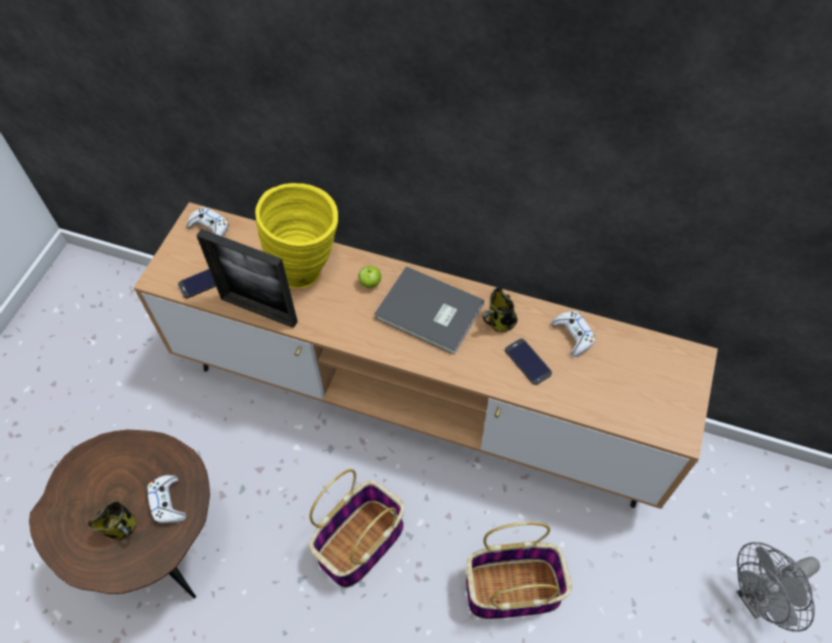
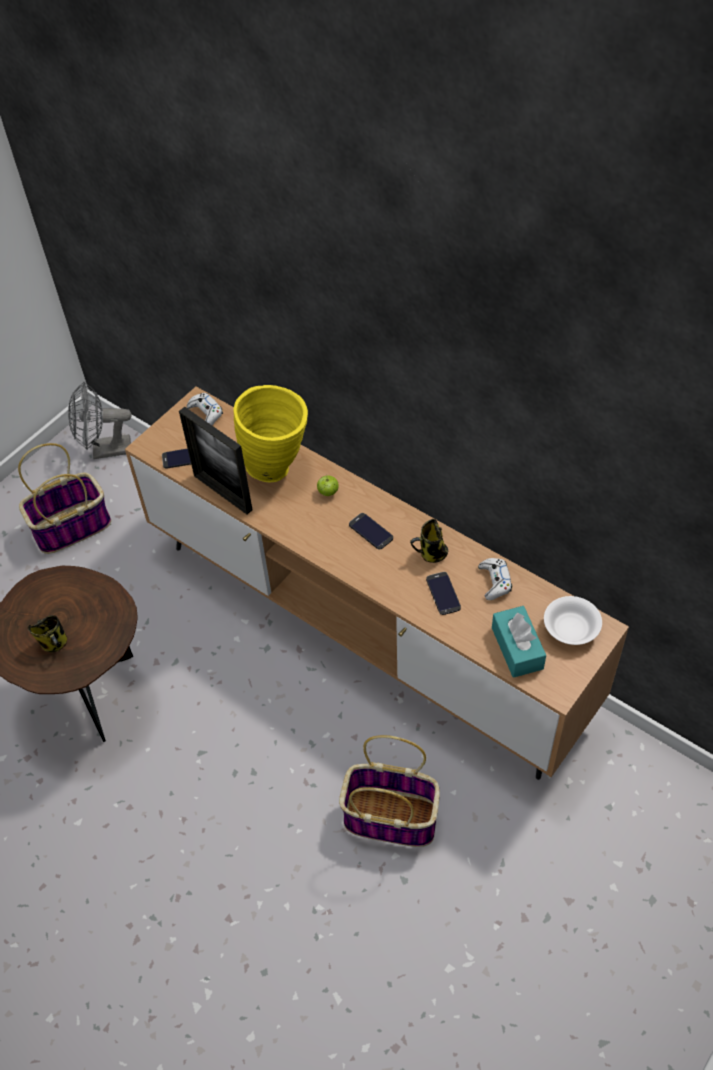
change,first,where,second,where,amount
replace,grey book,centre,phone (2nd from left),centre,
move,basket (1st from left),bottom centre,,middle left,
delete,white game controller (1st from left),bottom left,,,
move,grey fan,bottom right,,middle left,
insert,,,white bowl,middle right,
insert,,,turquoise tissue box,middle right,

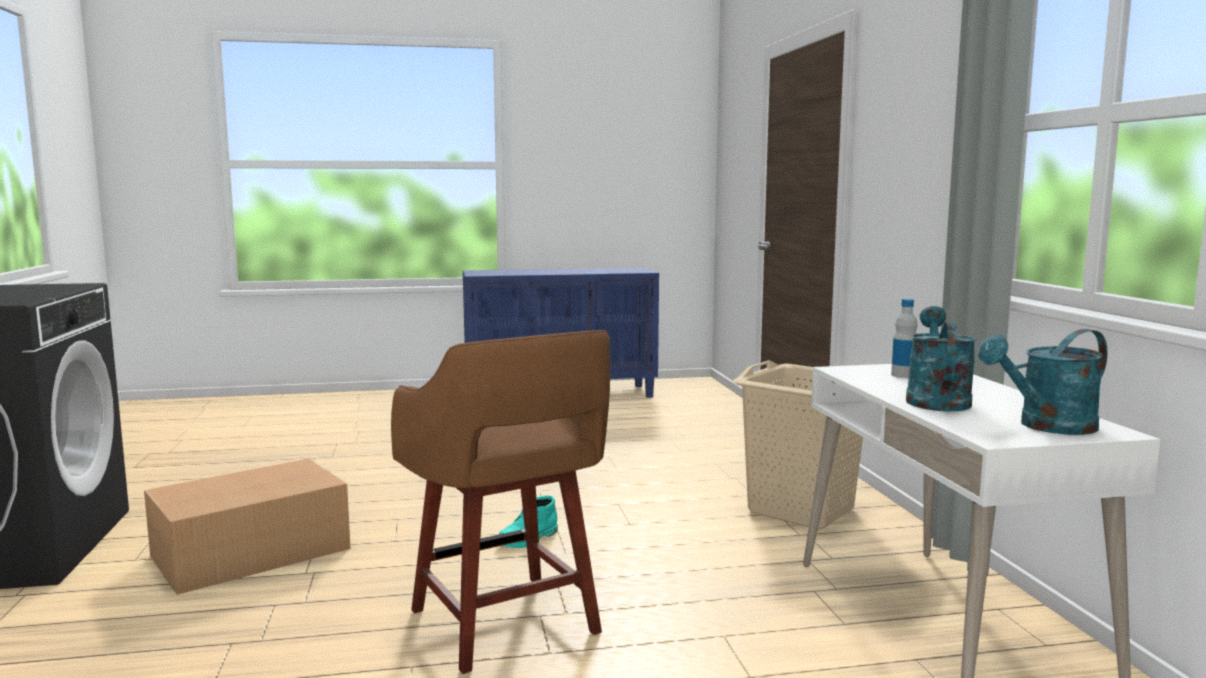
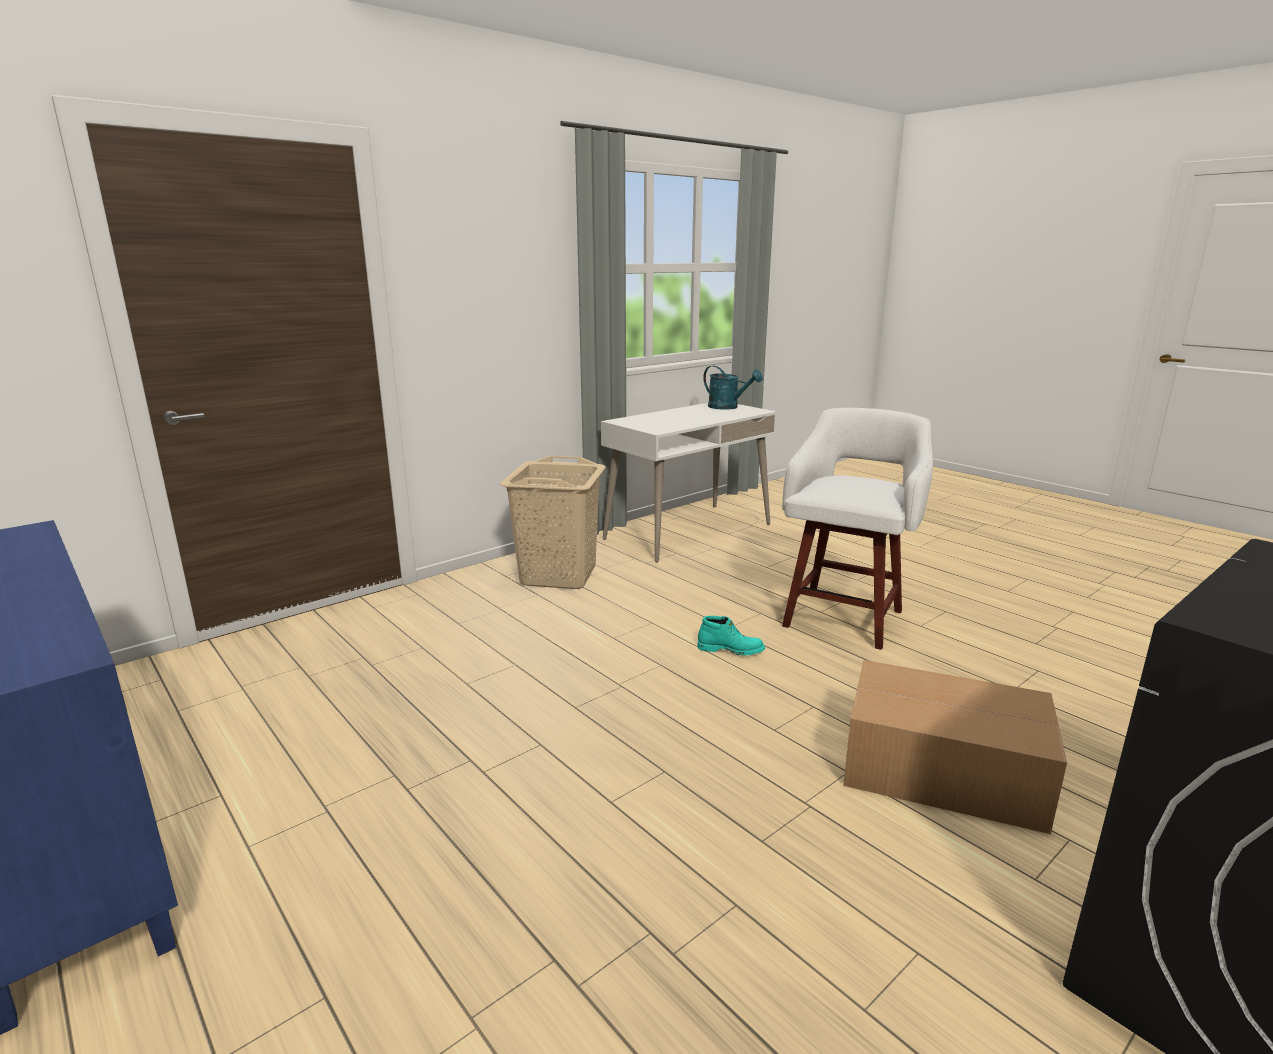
change,first,where,second,where,amount
delete,bottle,middle right,,,
delete,turquoise watering can (1st from left),middle right,,,
recolor,brown stool,bottom centre,white stool,middle right,

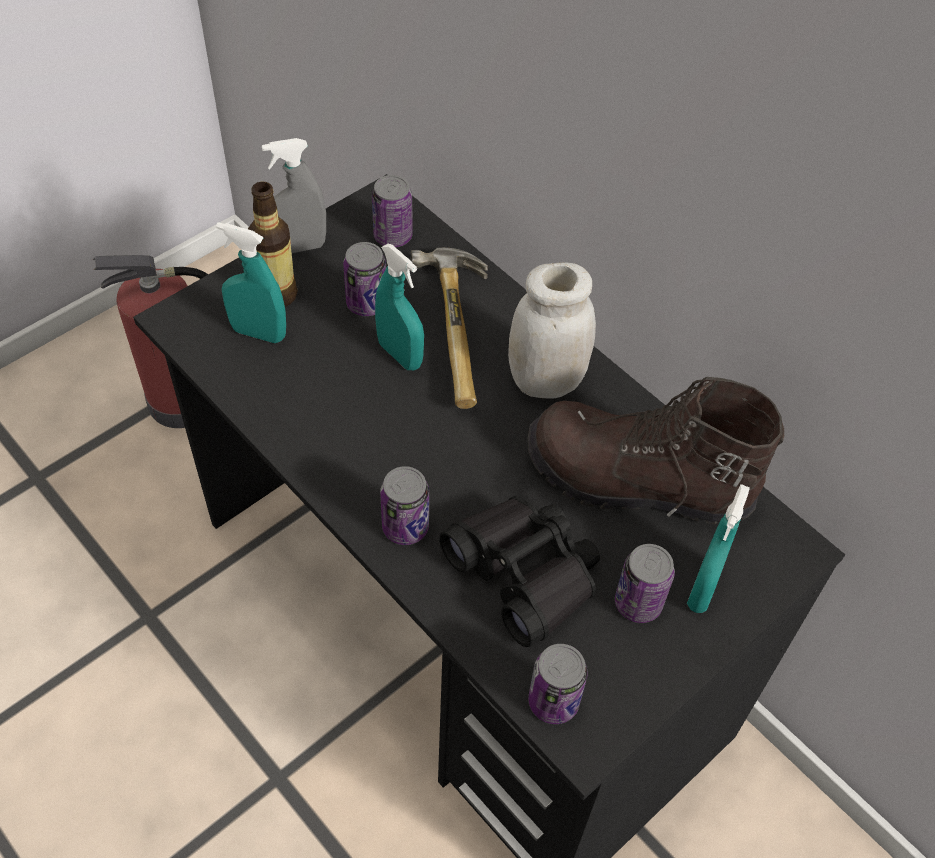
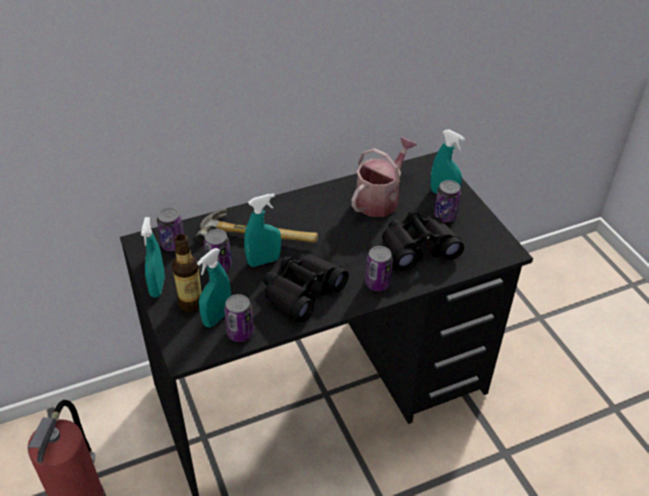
change,first,where,second,where,amount
recolor,grey spray bottle,top left,turquoise spray bottle (1st from left),middle left,
delete,white jar,centre,,,
replace,brown boot,middle right,watering can,centre,
move,can (4th from left in the first image),bottom centre,can (3rd from left),centre,
insert,,,black binoculars (1st from left),centre,

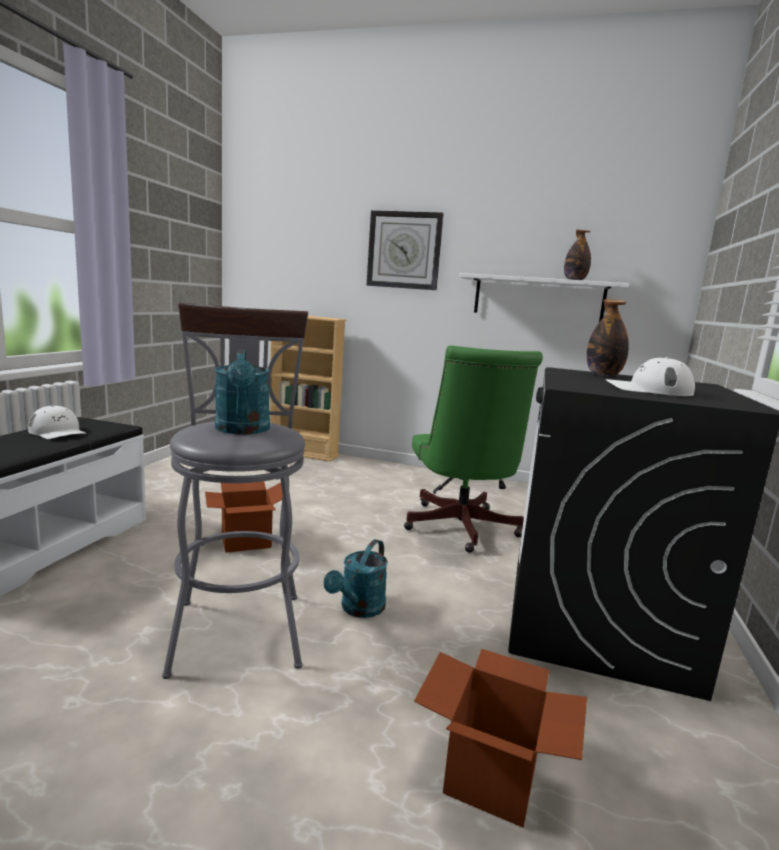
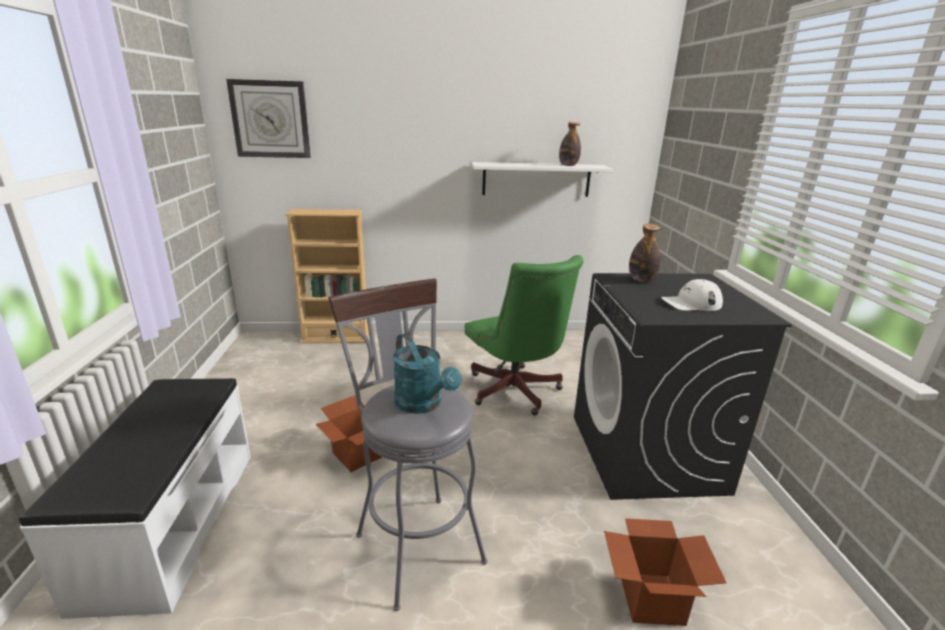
change,first,where,second,where,amount
move,wall clock,top centre,,top left,
delete,white cap (1st from left),middle left,,,
delete,turquoise watering can (2nd from left),bottom centre,,,

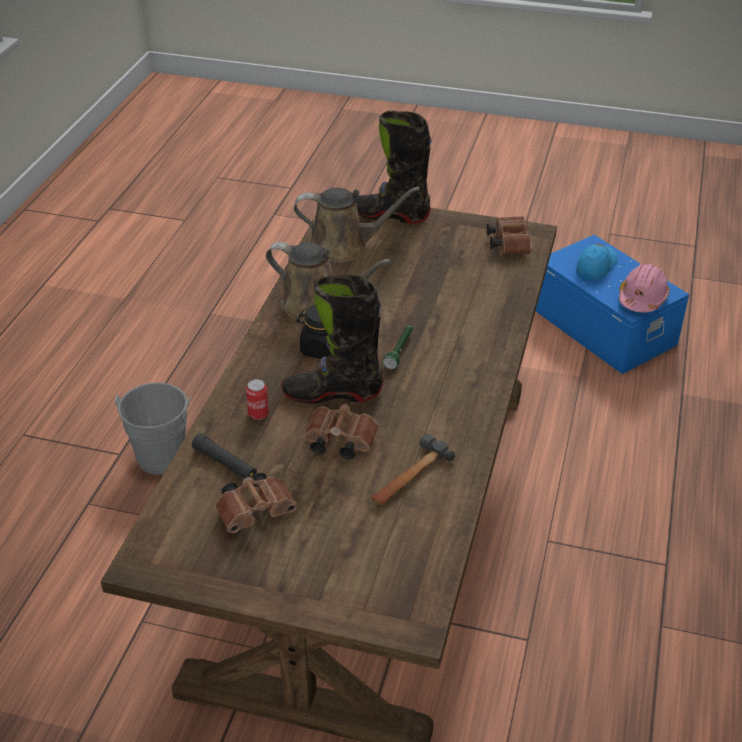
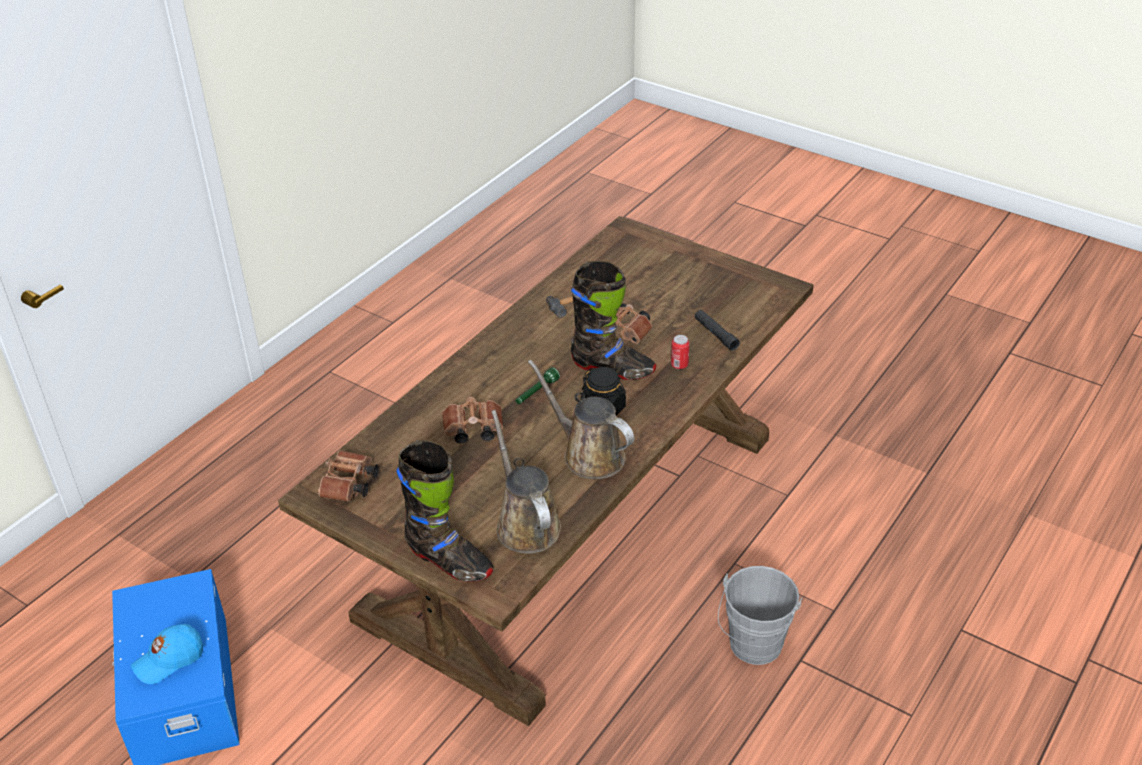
change,first,where,second,where,amount
rotate,brown watering can (2nd from left in the first image),top centre,brown watering can (1st from left),centre,45 degrees clockwise
delete,pink hard hat,middle right,,,
move,brown binoculars (1st from left in the first image),bottom centre,brown binoculars (2nd from left),centre,

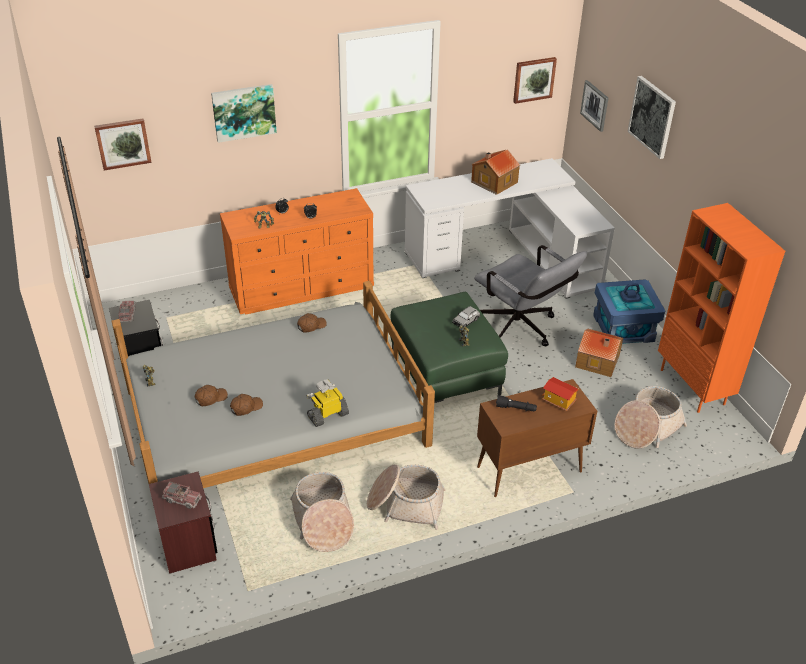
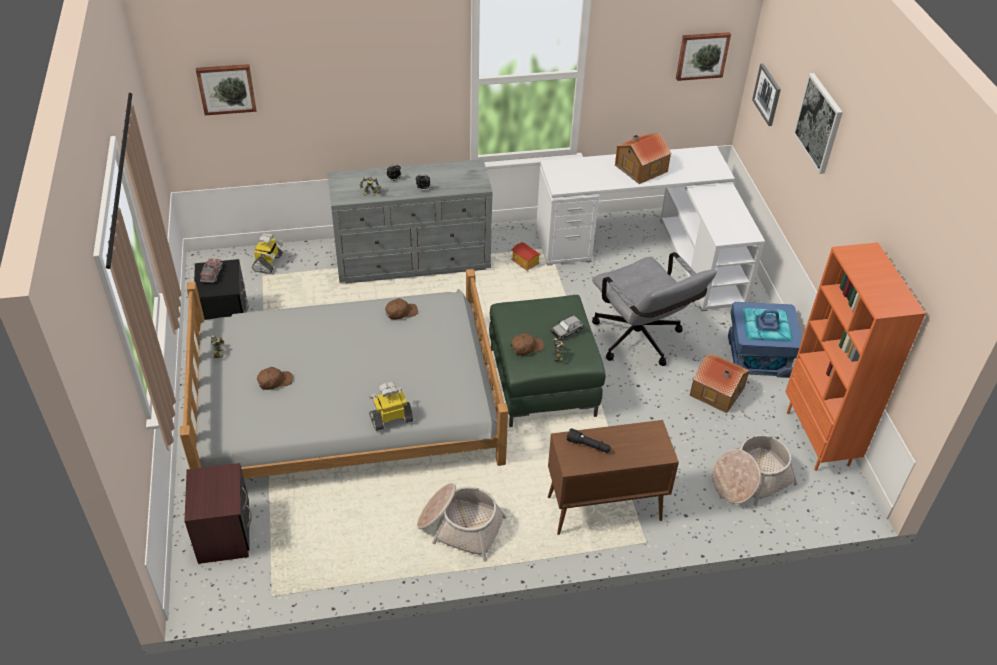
change,first,where,second,where,amount
delete,picture (2nd from left),top left,,,
recolor,orange dresser,centre,grey dresser,top centre,
move,toy house (2nd from left in the first image),middle right,toy house (1st from left),centre,
move,brown cap (2nd from left in the first image),middle left,brown cap (3rd from left),centre,
delete,basket (1st from left),bottom centre,,,
delete,toy truck (2nd from left),bottom left,,,
insert,,,toy robot (2nd from left),middle left,

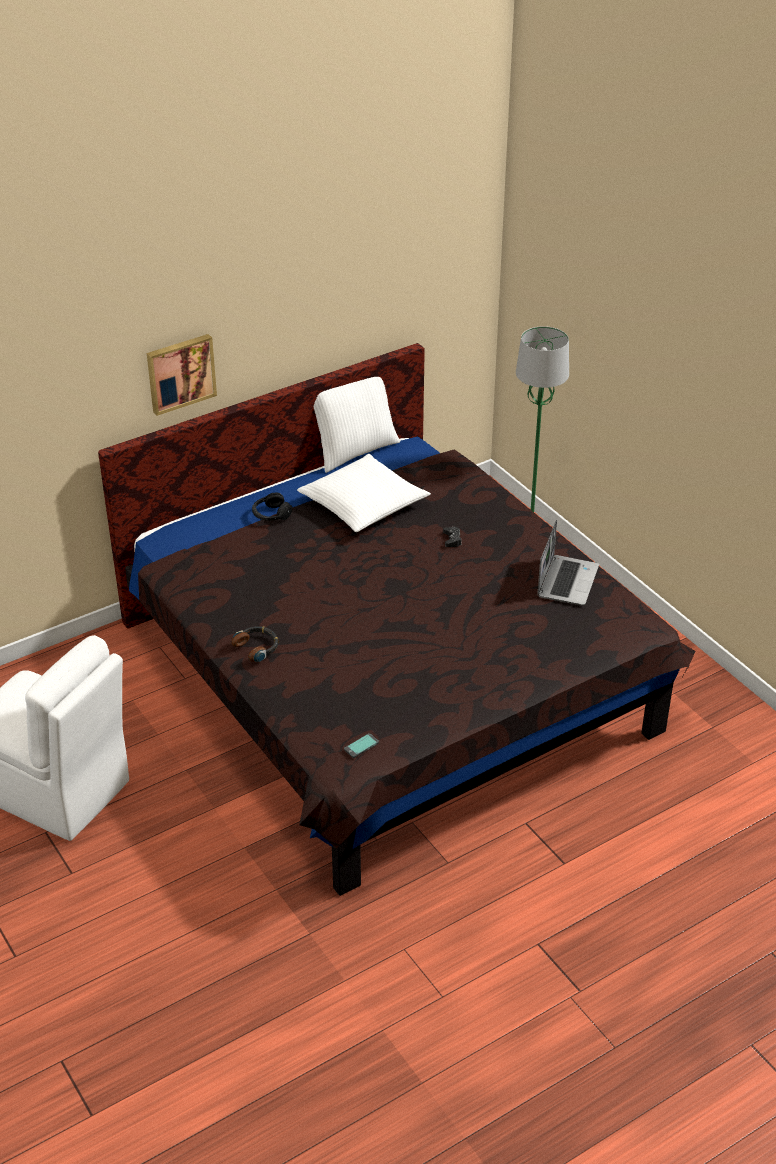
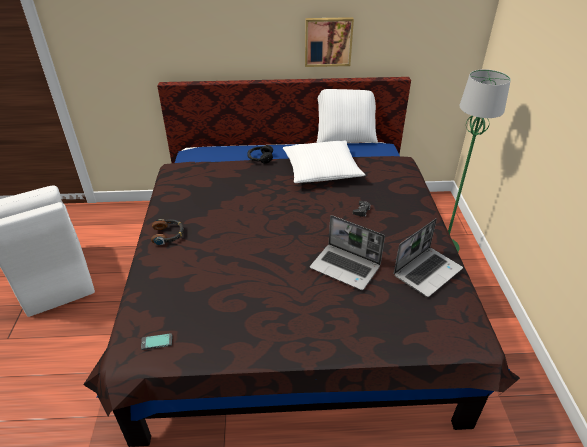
change,first,where,second,where,amount
move,picture,top left,,top centre,
insert,,,laptop (1st from left),centre,

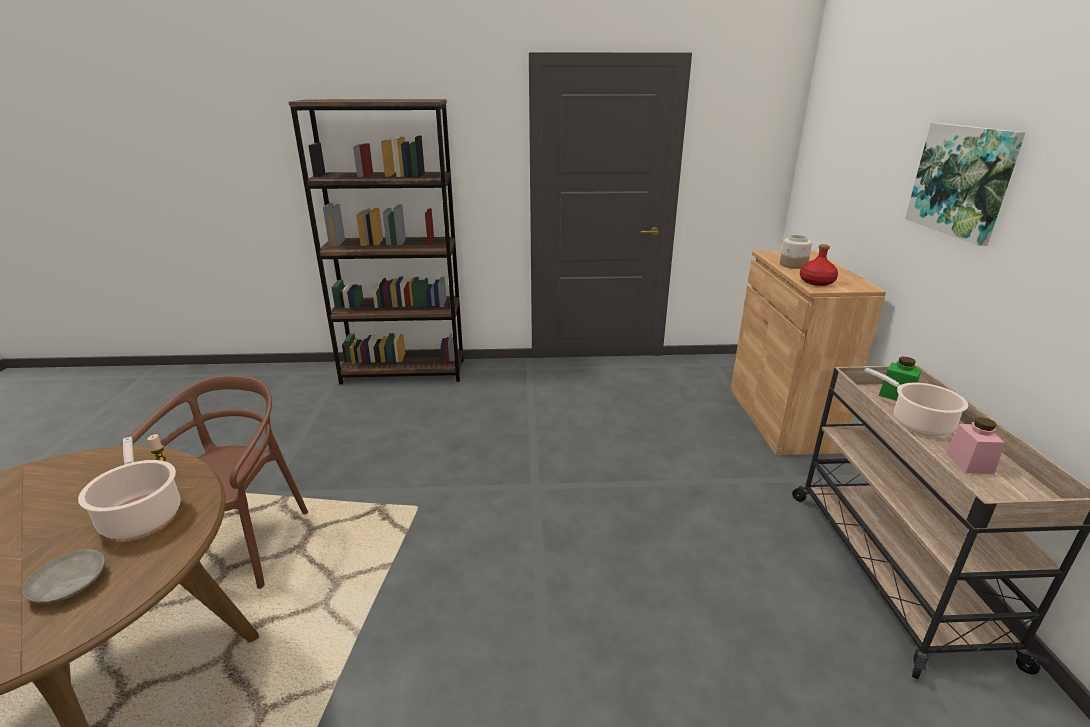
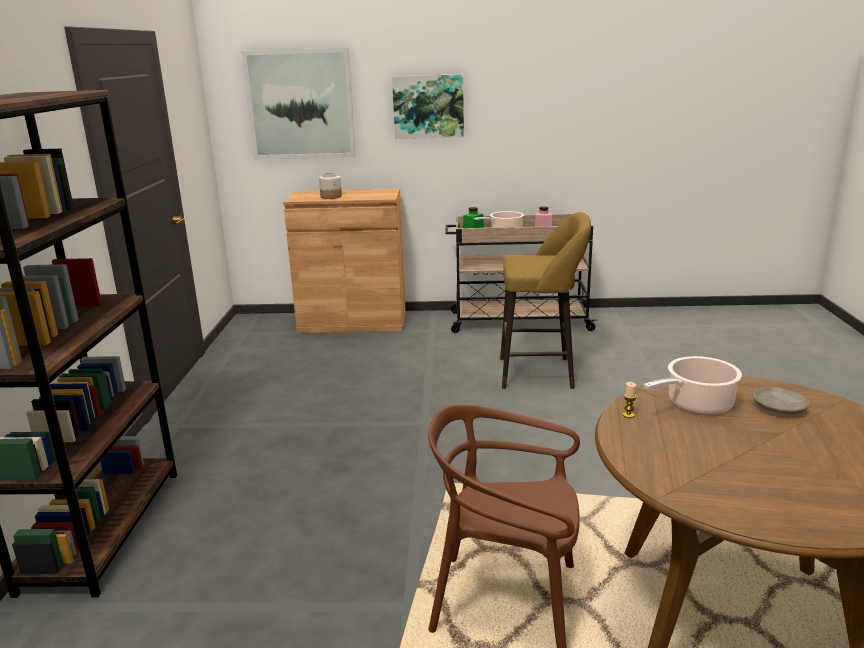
change,first,where,second,where,amount
delete,red bottle,middle right,,,
insert,,,picture (1st from left),top centre,
insert,,,yellow stool,centre,

